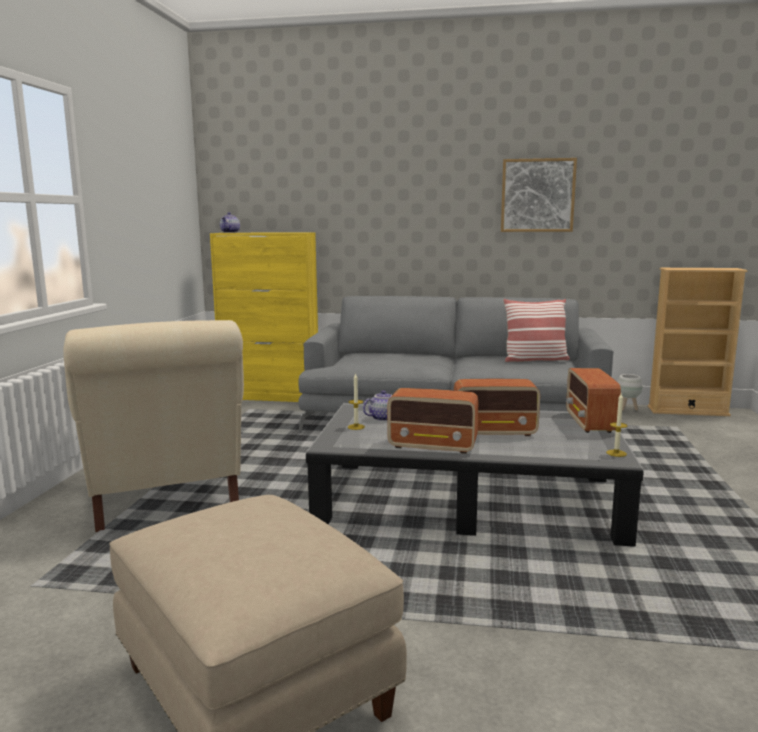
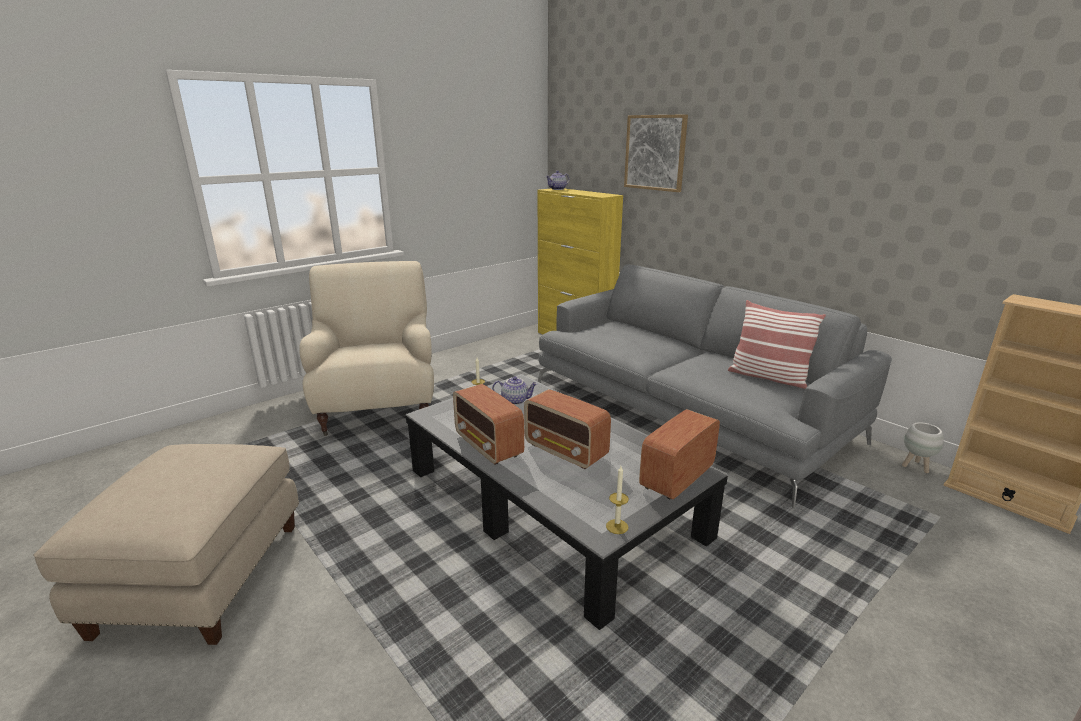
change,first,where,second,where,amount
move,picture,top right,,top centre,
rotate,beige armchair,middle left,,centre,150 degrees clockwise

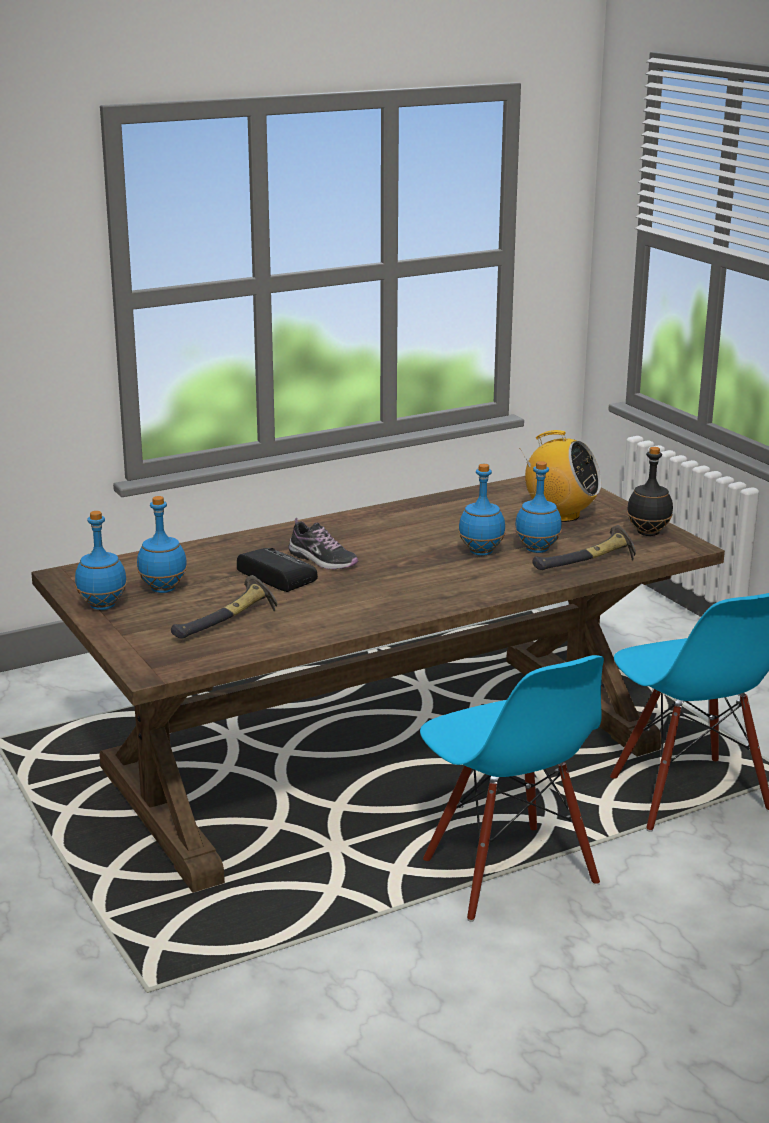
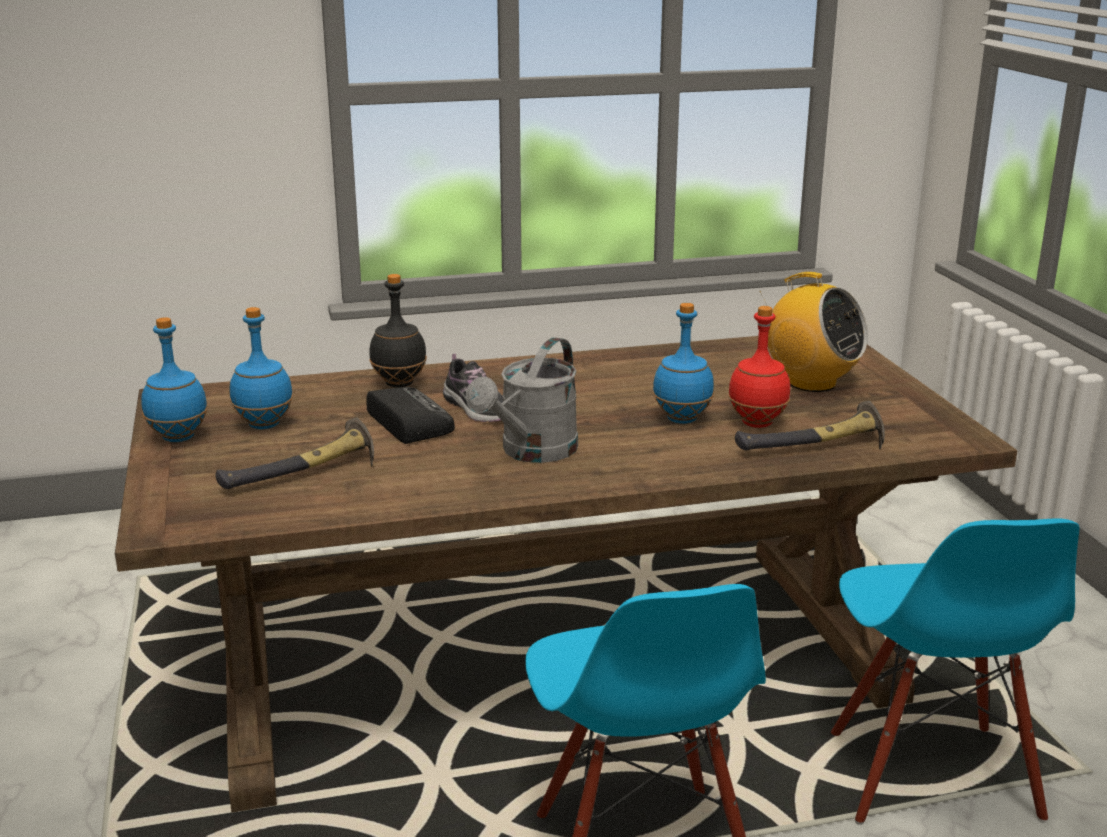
change,first,where,second,where,amount
move,black bottle,middle right,,centre,
recolor,blue bottle (4th from left),middle right,red bottle,middle right,
insert,,,grey watering can,centre,

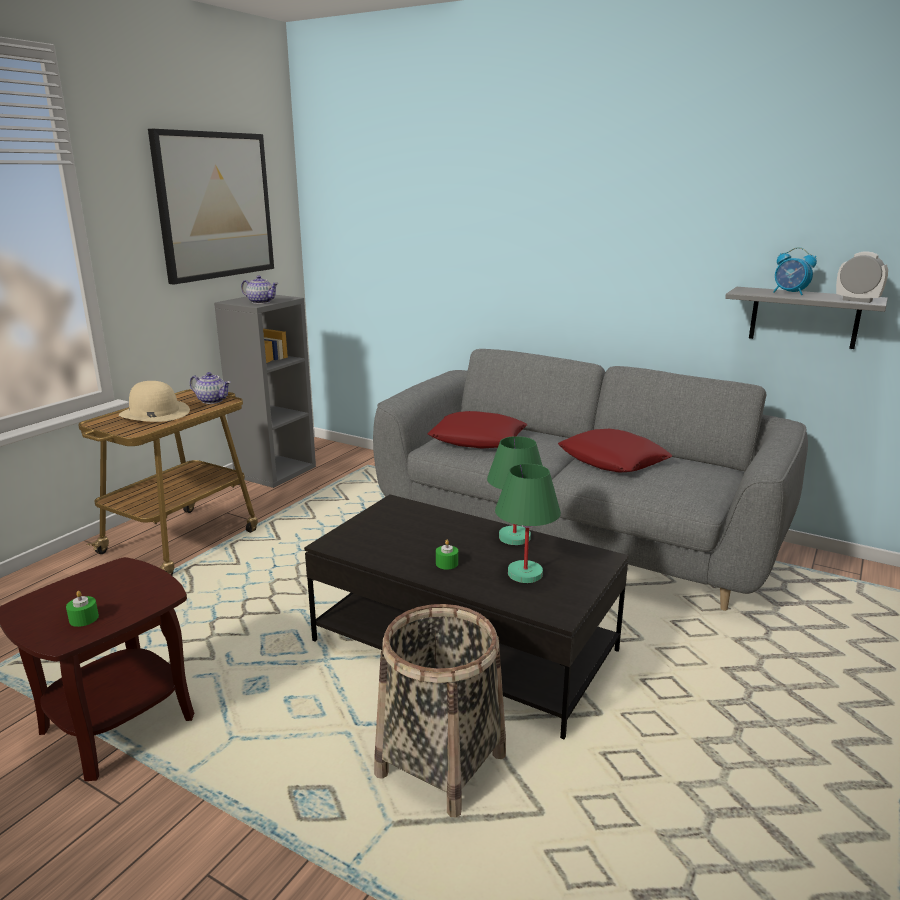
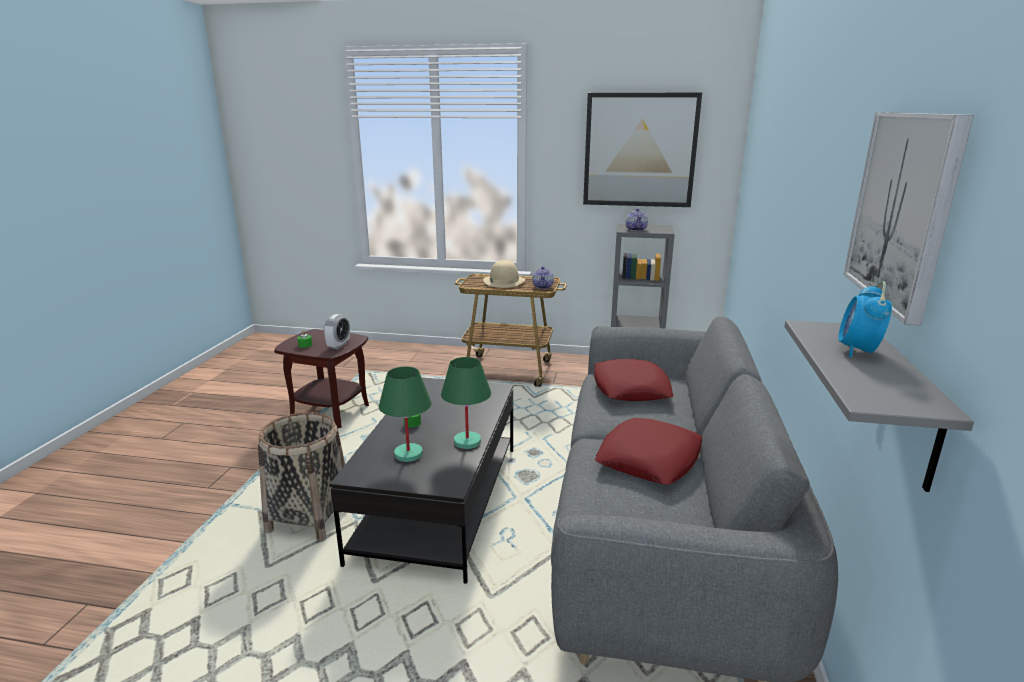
change,first,where,second,where,amount
move,alarm clock (2nd from left in the first image),top right,alarm clock (1st from left),middle left,
insert,,,picture (2nd from left),top right,

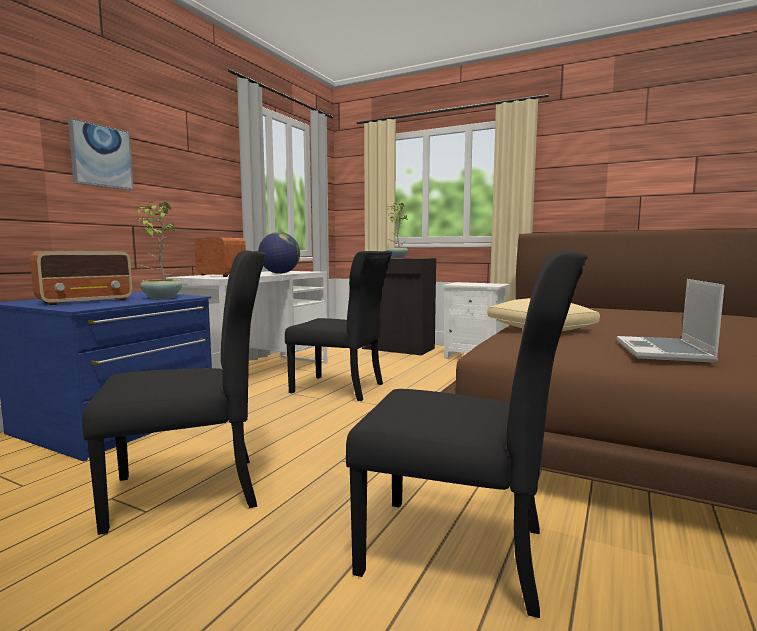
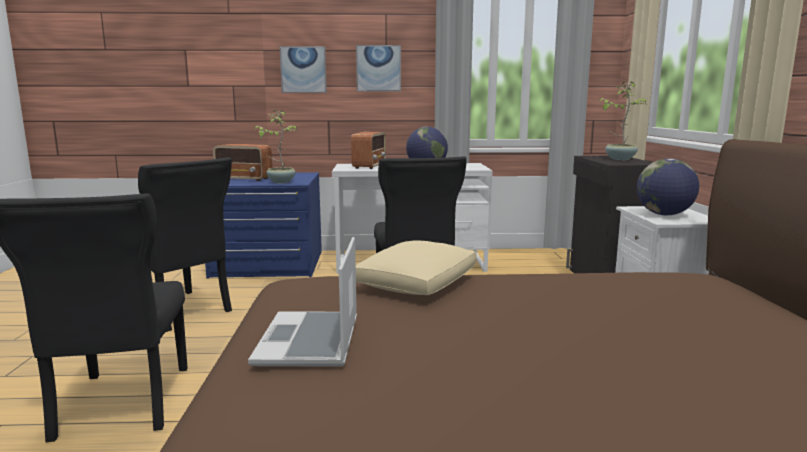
change,first,where,second,where,amount
rotate,laptop,middle right,,bottom centre,75 degrees counterclockwise
insert,,,picture (2nd from left),top centre,
insert,,,globe (2nd from left),middle right,

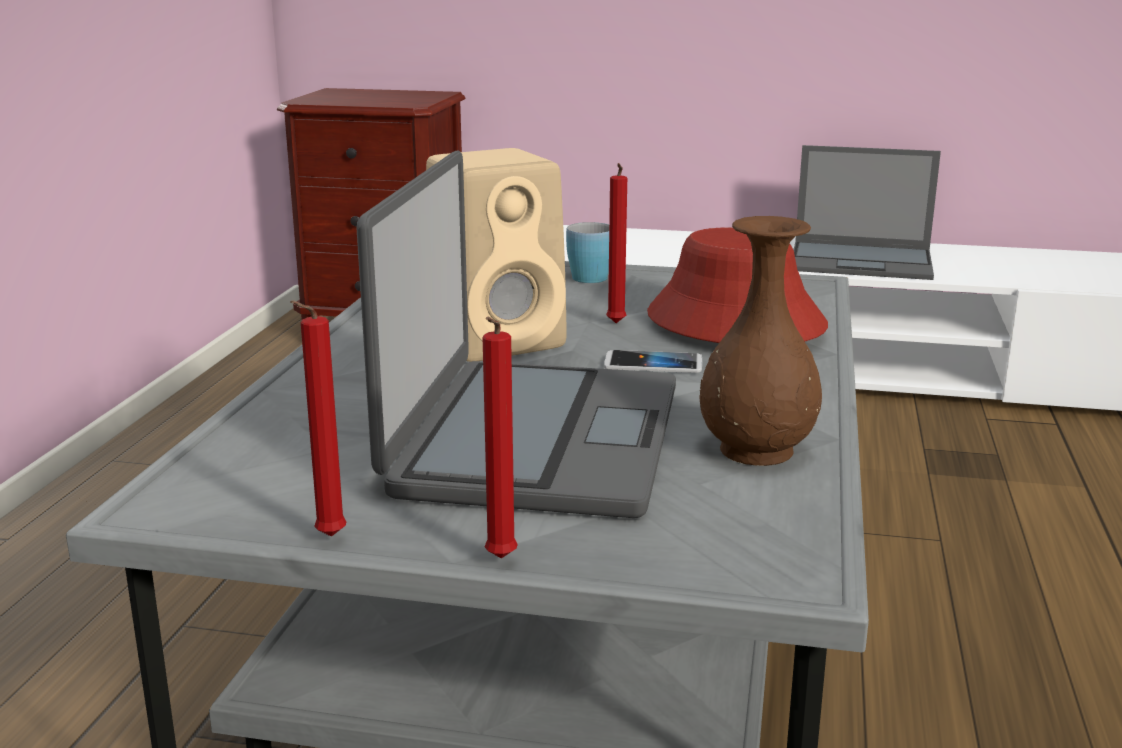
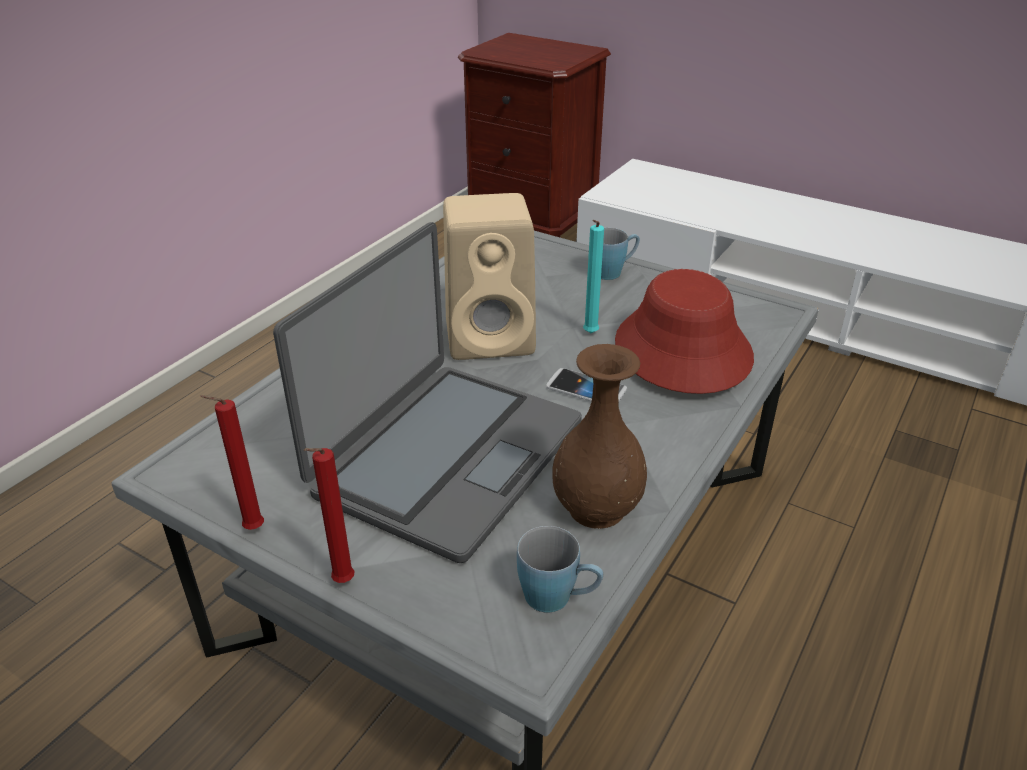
change,first,where,second,where,amount
delete,laptop (2nd from left),top right,,,
recolor,red candle (3rd from left),top centre,turquoise candle,centre,
insert,,,blue mug (1st from left),bottom centre,

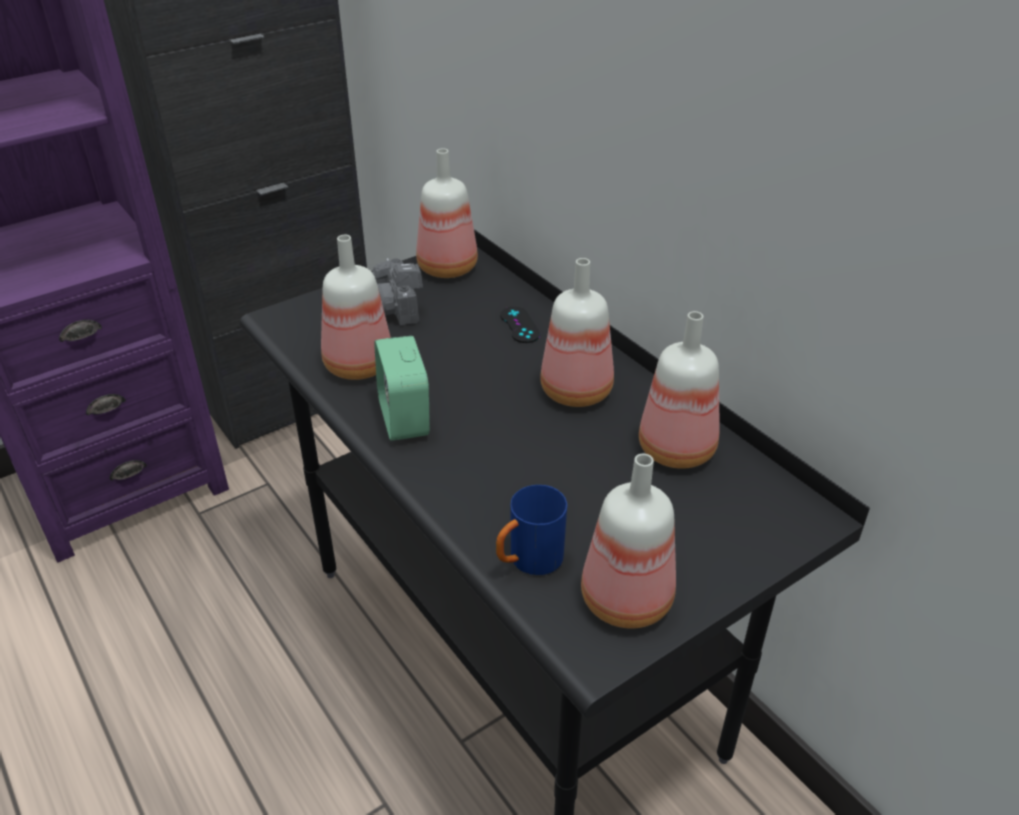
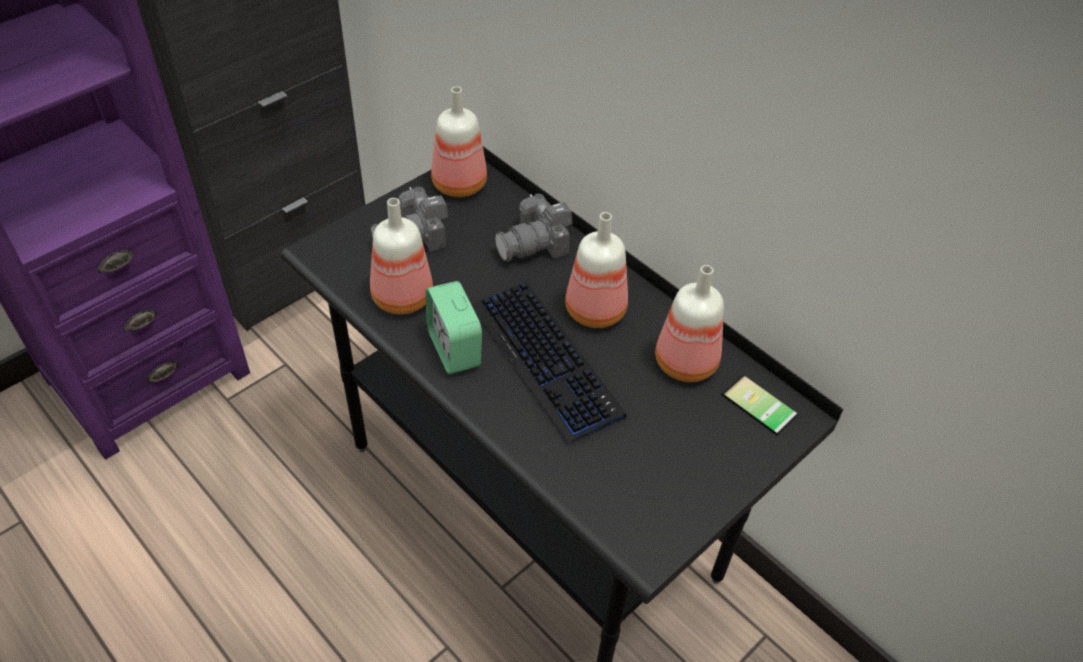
change,first,where,second,where,amount
replace,black game controller,centre,photo camera (2nd from left),centre,
delete,bottle (4th from left),centre,,,
delete,blue mug,centre,,,
insert,,,keyboard,centre,
insert,,,phone,middle right,

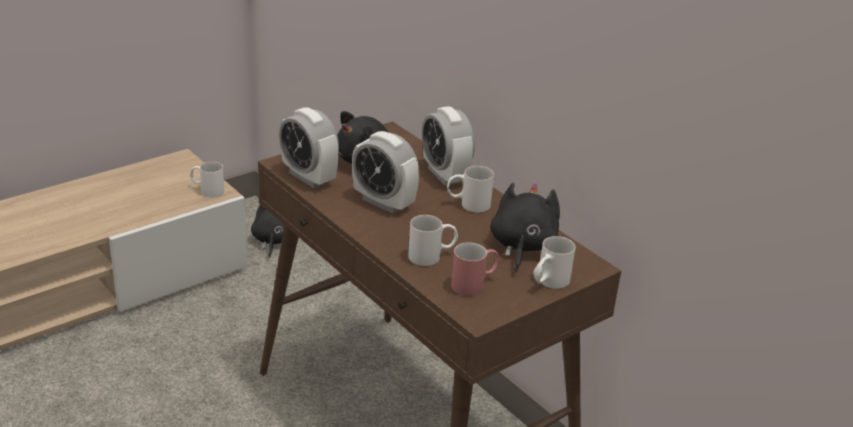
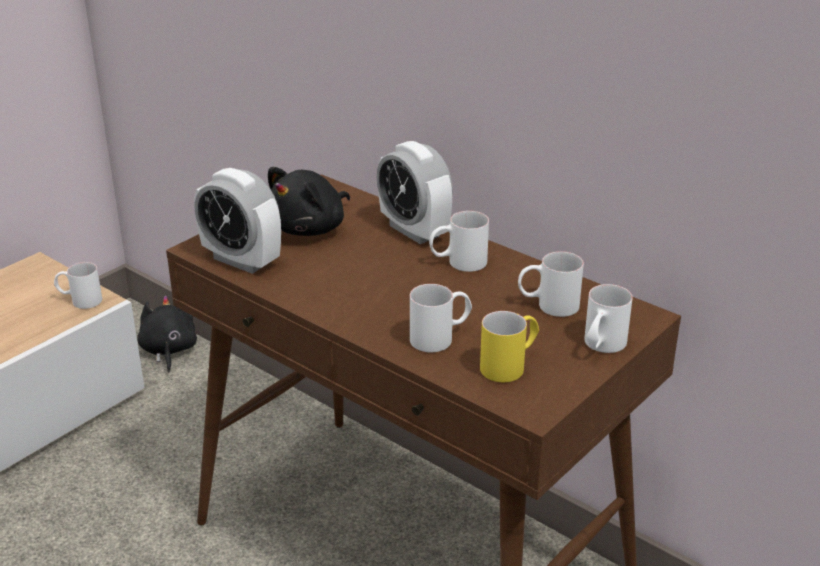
change,first,where,second,where,amount
delete,alarm clock (2nd from left),centre,,,
replace,black plush toy (3rd from left),centre,white mug (4th from left),middle right,
recolor,red mug,centre,yellow mug,centre,

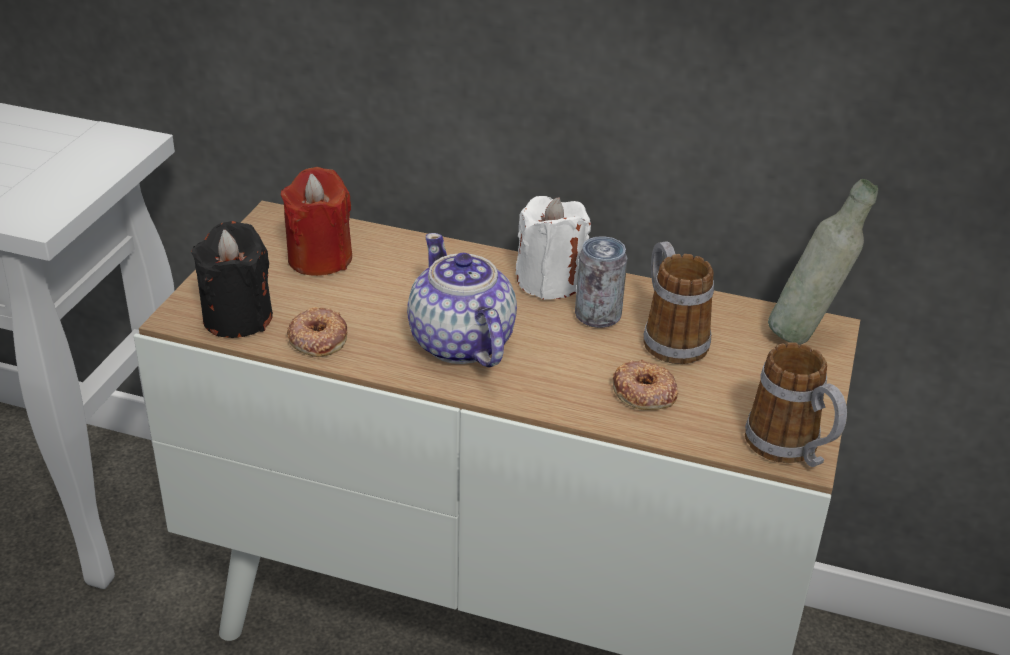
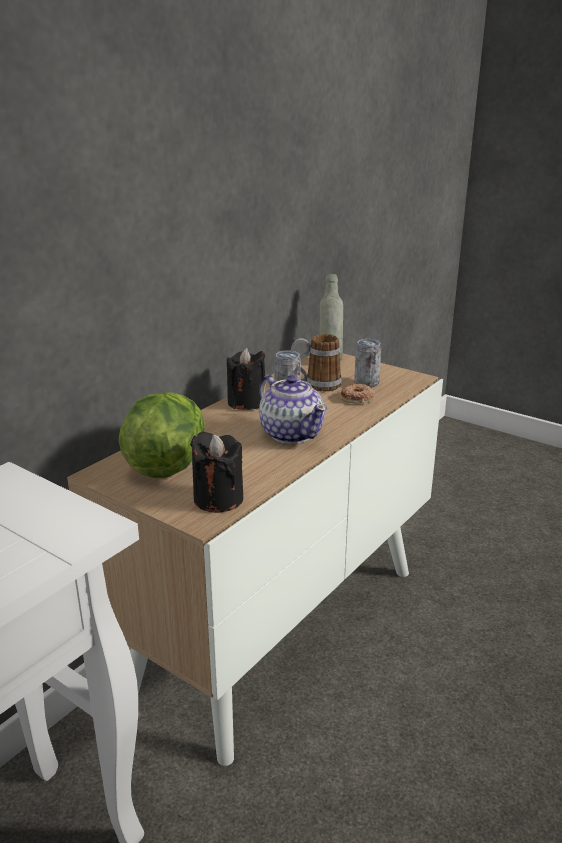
change,first,where,second,where,amount
replace,red candle,middle left,lettuce,middle left,
recolor,white candle,centre,black candle (2nd from left),centre,
rotate,teapot,centre,,centre,120 degrees counterclockwise
delete,donut (1st from left),middle left,,,
delete,mug (2nd from left),middle right,,,
insert,,,can (2nd from left),centre,

